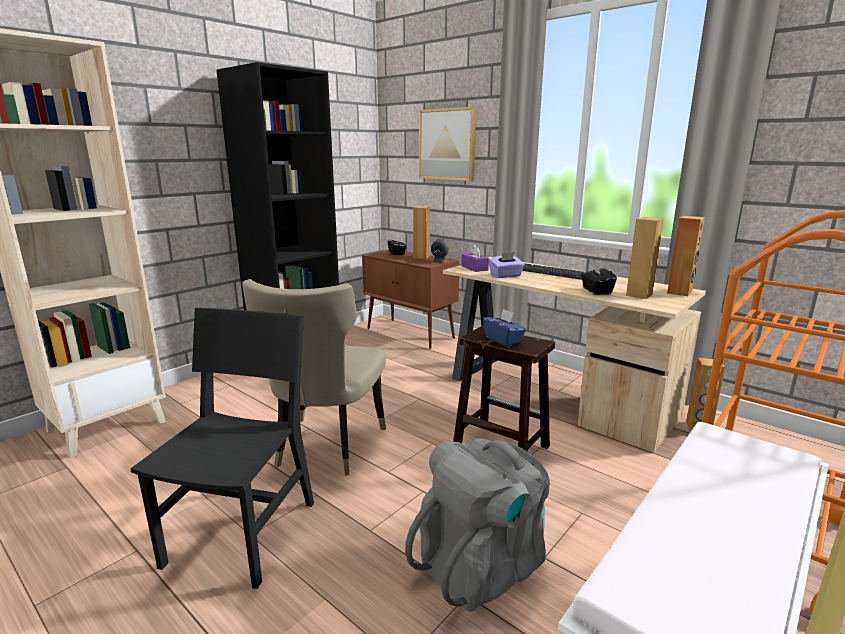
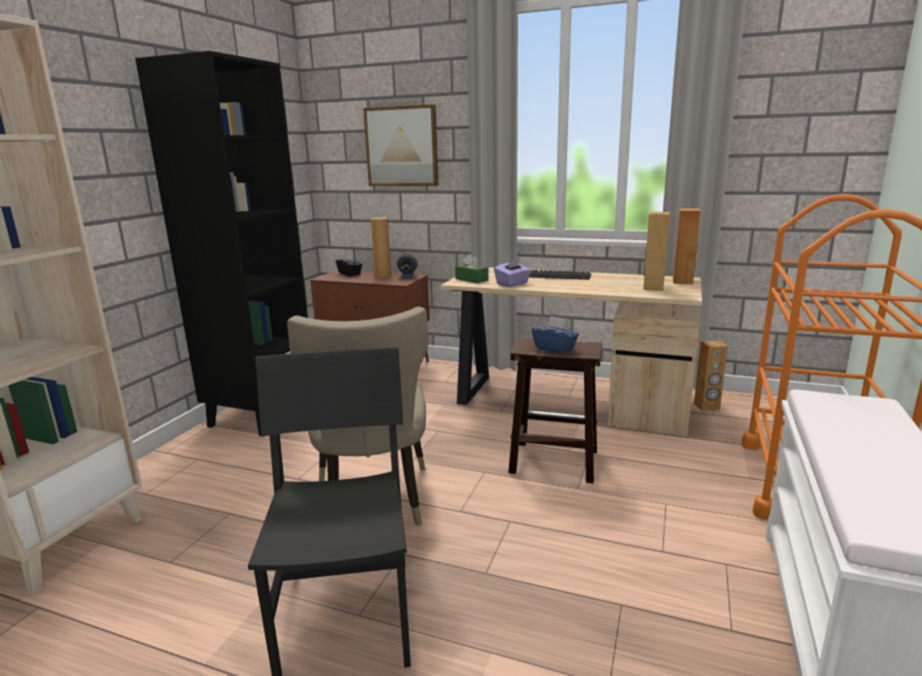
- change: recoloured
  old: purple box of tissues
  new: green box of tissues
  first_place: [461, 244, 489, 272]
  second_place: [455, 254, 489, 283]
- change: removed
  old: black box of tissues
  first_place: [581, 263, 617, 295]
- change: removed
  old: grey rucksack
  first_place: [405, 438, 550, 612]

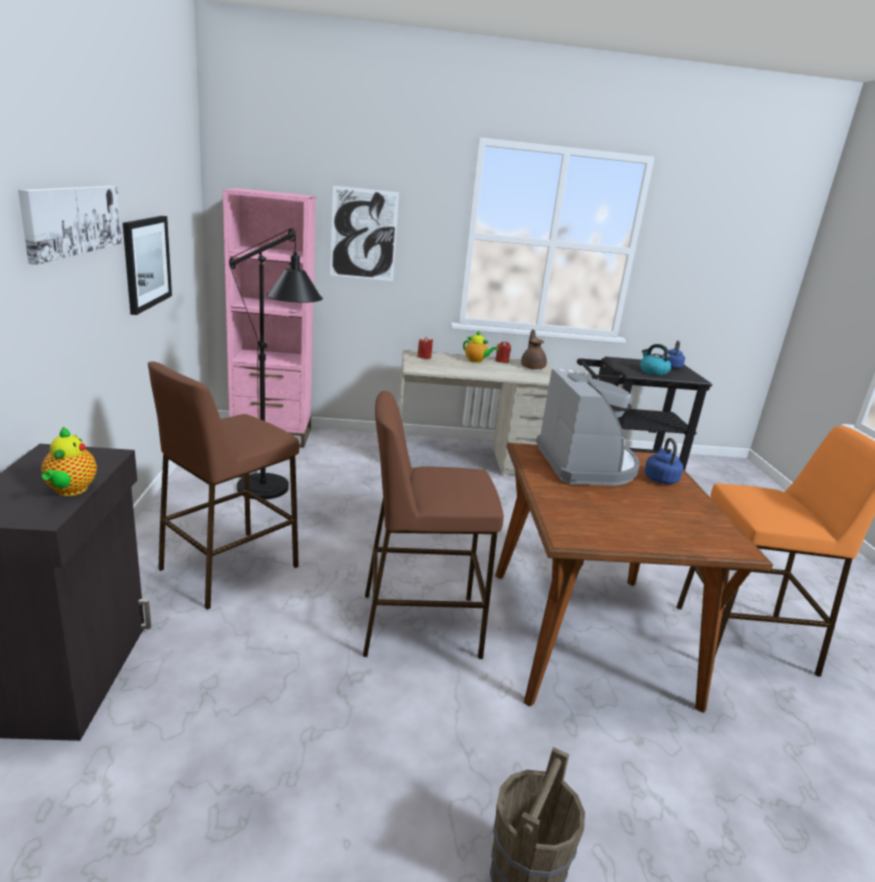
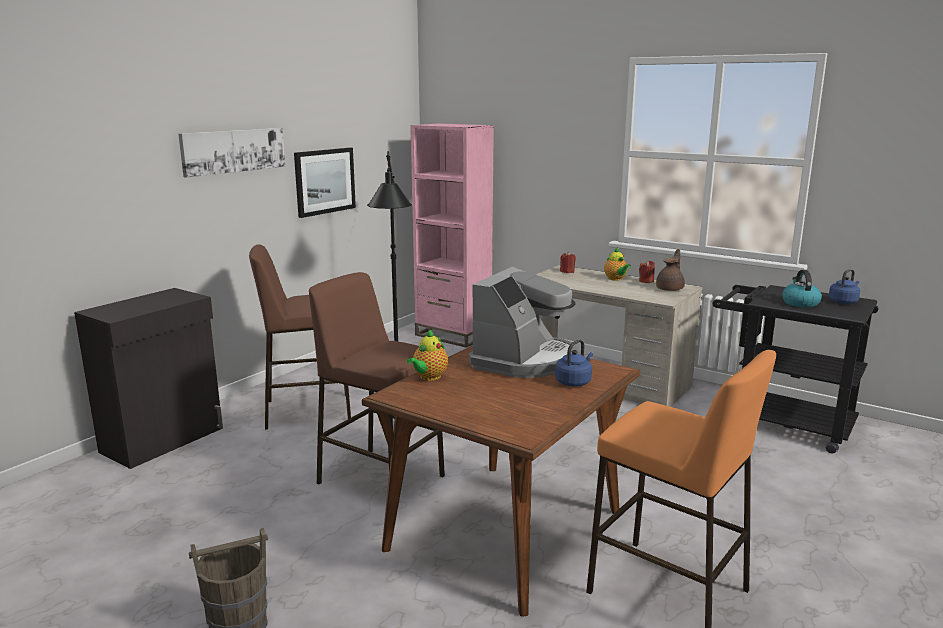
- change: removed
  old: wall art
  first_place: [330, 186, 399, 281]
- change: moved
  old: teapot
  first_place: [41, 427, 97, 496]
  second_place: [407, 330, 448, 381]

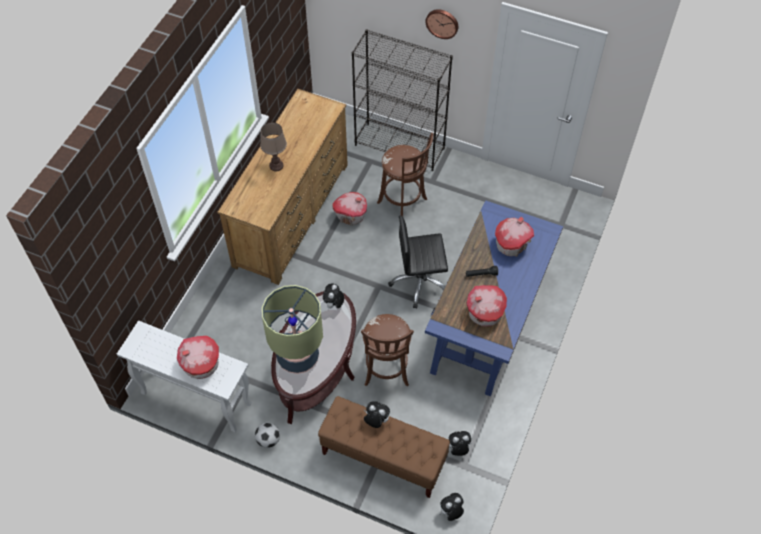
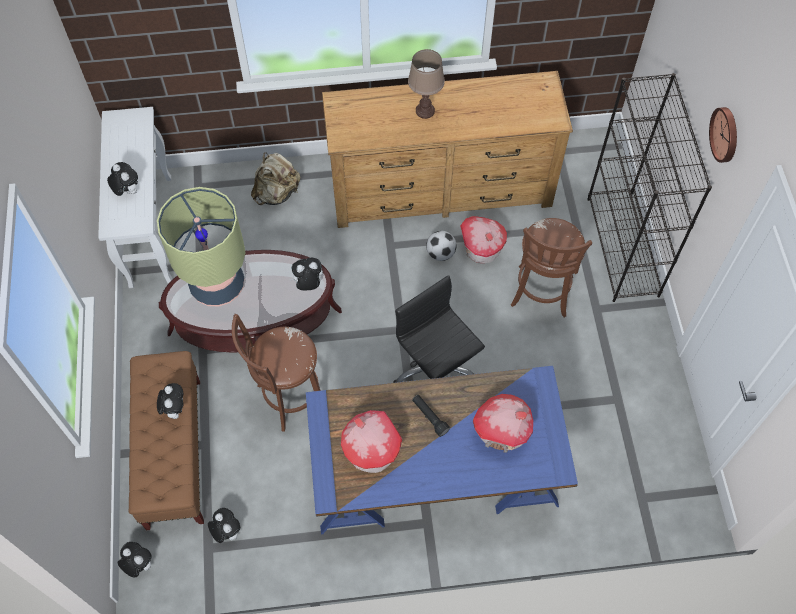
- change: replaced
  old: miniature house
  new: soft toy
  first_place: [177, 336, 219, 379]
  second_place: [107, 162, 138, 196]
- change: moved
  old: football
  first_place: [255, 422, 280, 448]
  second_place: [426, 231, 456, 261]
- change: added
  new: sand-coloured rucksack
  second_place: [251, 152, 300, 205]

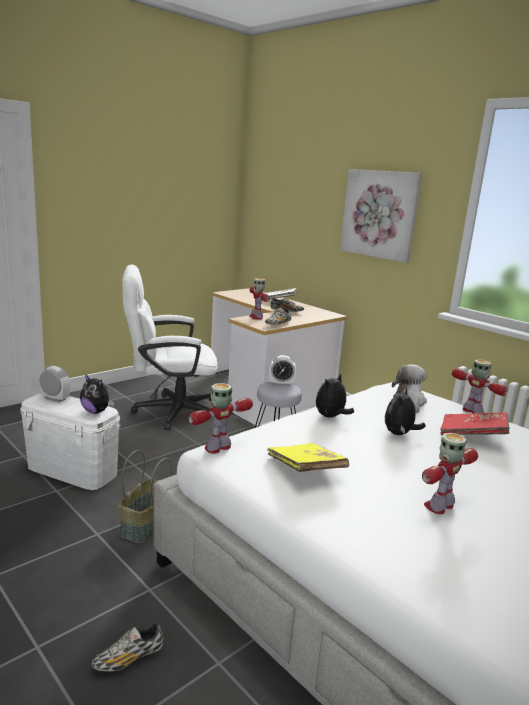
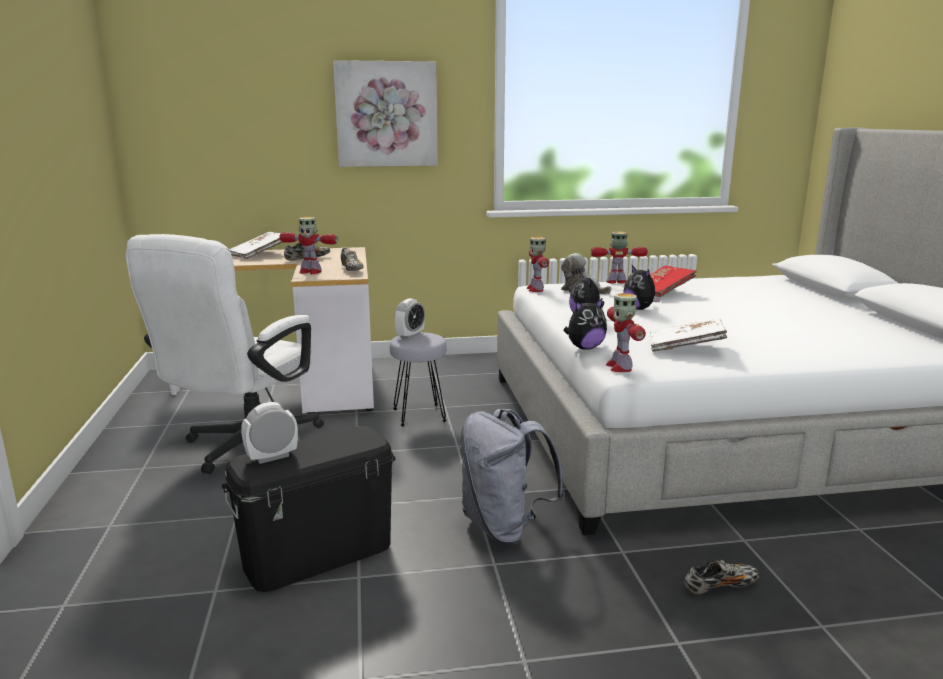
- change: moved
  old: soft toy
  first_place: [80, 374, 114, 414]
  second_place: [563, 298, 607, 350]
- change: recoloured
  old: whitish storage container
  new: black storage container
  first_place: [20, 393, 121, 490]
  second_place: [222, 426, 396, 592]
- change: moved
  old: robot figure
  first_place: [422, 433, 478, 514]
  second_place: [526, 237, 549, 292]
- change: recoloured
  old: yellowish book
  new: whitish book
  first_place: [267, 443, 349, 472]
  second_place: [650, 318, 727, 352]
- change: replaced
  old: basket
  new: grey rucksack
  first_place: [118, 450, 172, 543]
  second_place: [460, 409, 565, 545]
- change: turned
  old: low shoe
  first_place: [91, 622, 164, 672]
  second_place: [684, 560, 759, 594]
  degrees: -105

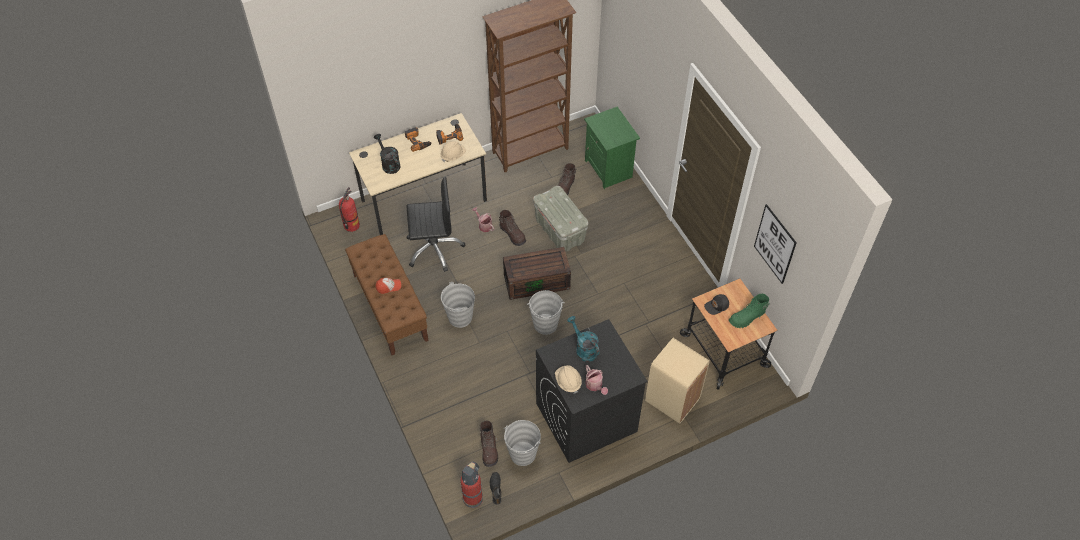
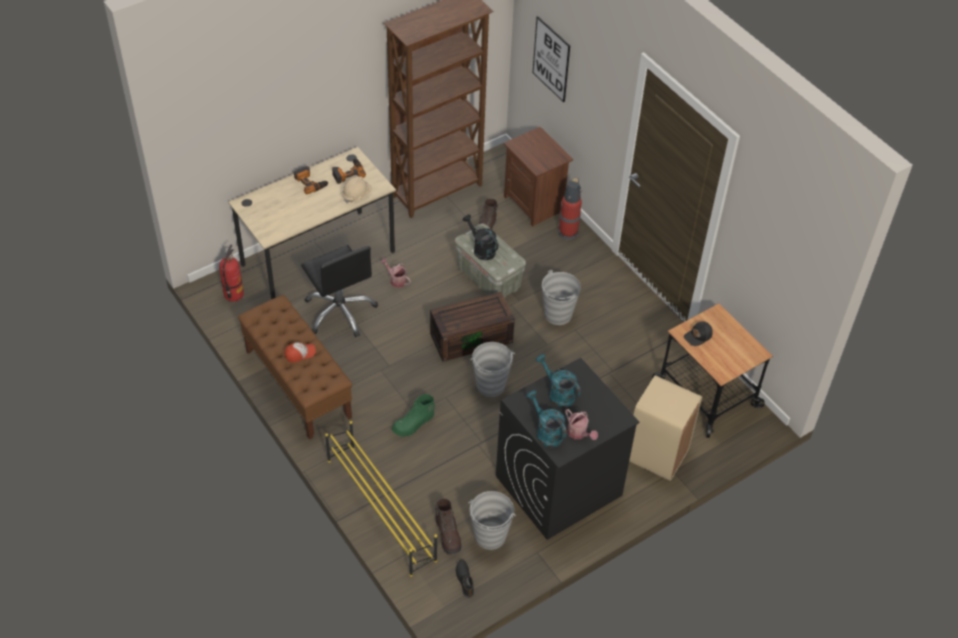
- change: recoloured
  old: green bedside table
  new: brownish bedside table
  first_place: [584, 107, 640, 189]
  second_place: [504, 127, 573, 227]
- change: moved
  old: black sprinkling can
  first_place: [374, 134, 401, 174]
  second_place: [463, 214, 499, 260]
- change: turned
  old: black computer chair
  first_place: [406, 177, 465, 272]
  second_place: [301, 245, 378, 337]
  degrees: 75
- change: moved
  old: wall art
  first_place: [754, 204, 796, 284]
  second_place: [533, 16, 570, 102]
- change: removed
  old: brownish boot
  first_place: [499, 210, 526, 246]
- change: moved
  old: grey pail
  first_place: [441, 282, 475, 328]
  second_place: [542, 270, 581, 325]
- change: moved
  old: green boot
  first_place: [729, 294, 769, 328]
  second_place: [392, 394, 435, 437]
- change: replaced
  old: sand-coloured hard hat
  new: blue-green sprinkling can
  first_place: [555, 365, 582, 394]
  second_place: [526, 390, 567, 447]
- change: moved
  old: extinguisher
  first_place: [460, 461, 483, 508]
  second_place: [558, 178, 583, 240]
- change: added
  new: yellowish shoe rack
  second_place: [325, 421, 437, 577]

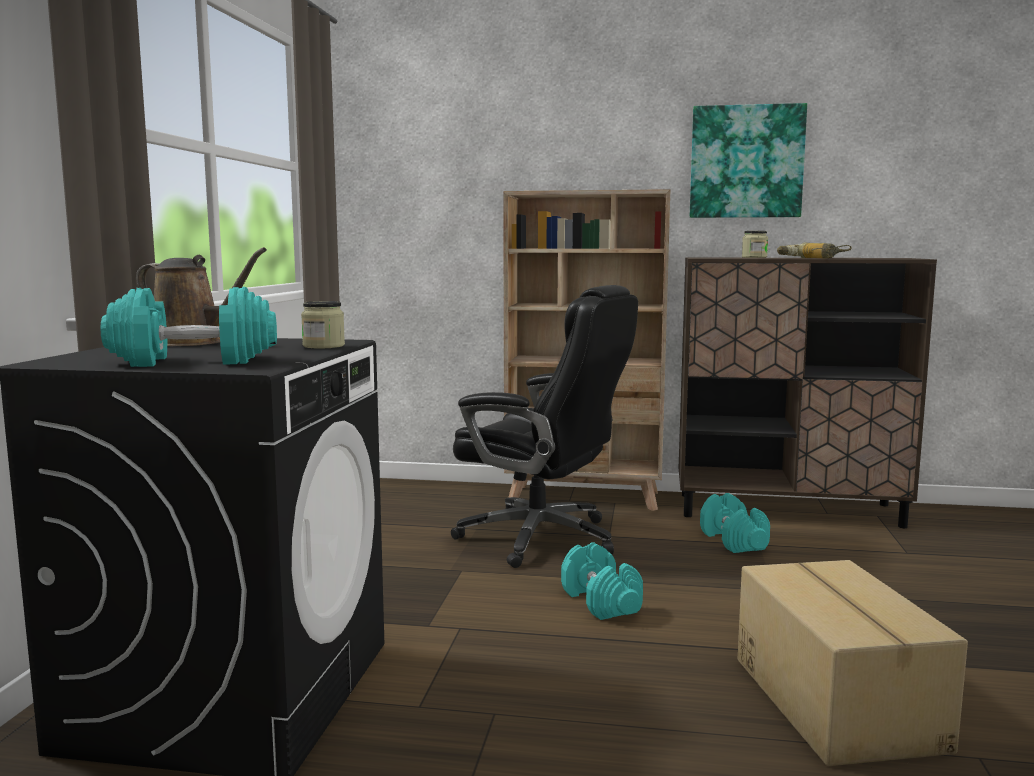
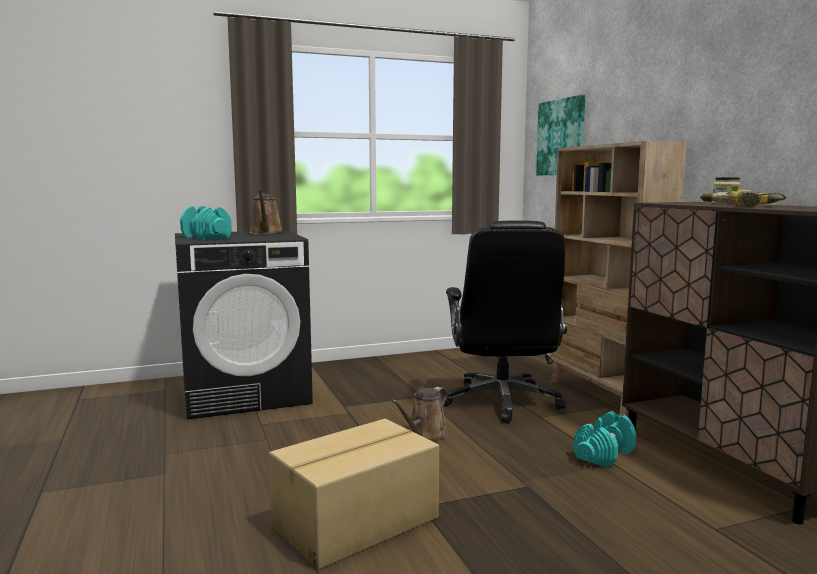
- change: moved
  old: wall art
  first_place: [690, 103, 807, 218]
  second_place: [536, 95, 585, 175]
- change: removed
  old: jar
  first_place: [301, 301, 345, 348]
- change: replaced
  old: blue-green hand weight
  new: brownish sprinkling can
  first_place: [561, 543, 643, 620]
  second_place: [391, 387, 448, 441]

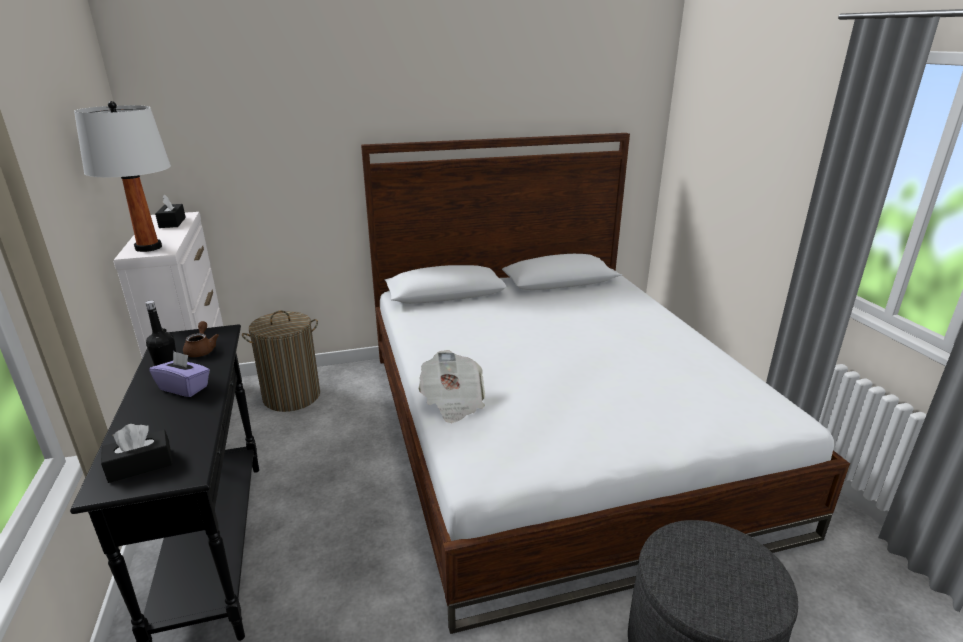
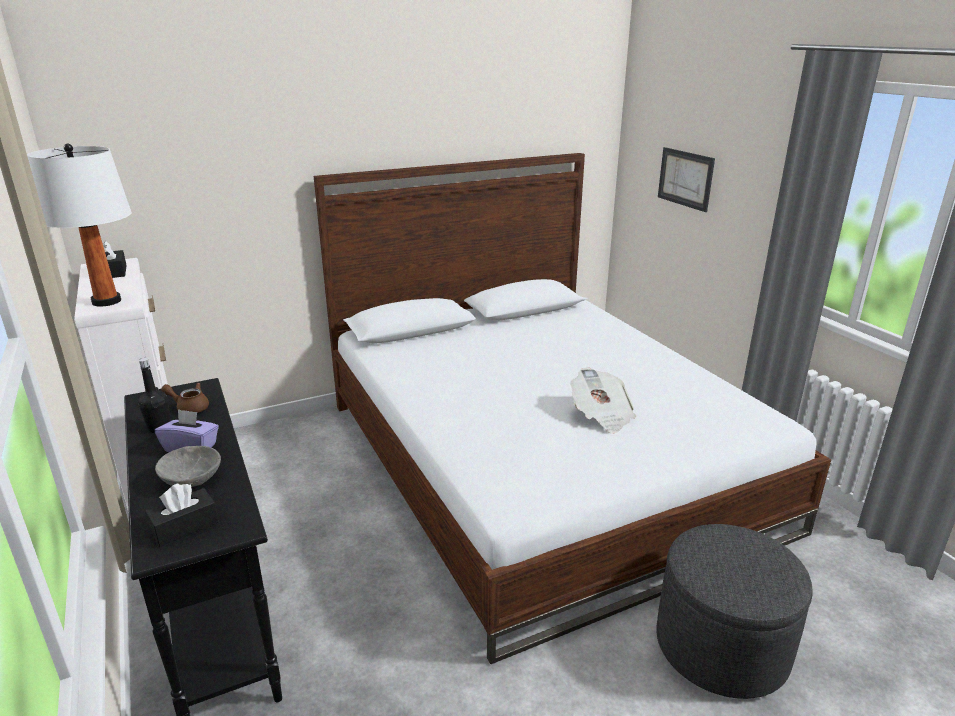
- change: removed
  old: hamper
  first_place: [242, 310, 320, 412]
- change: turned
  old: brownish teapot
  first_place: [183, 321, 219, 357]
  second_place: [161, 383, 209, 413]
  degrees: -60
- change: moved
  old: printed paper
  first_place: [418, 350, 485, 423]
  second_place: [570, 367, 636, 434]
- change: added
  new: wall art
  second_place: [658, 147, 715, 212]
- change: added
  new: grey deep dish
  second_place: [155, 446, 221, 487]

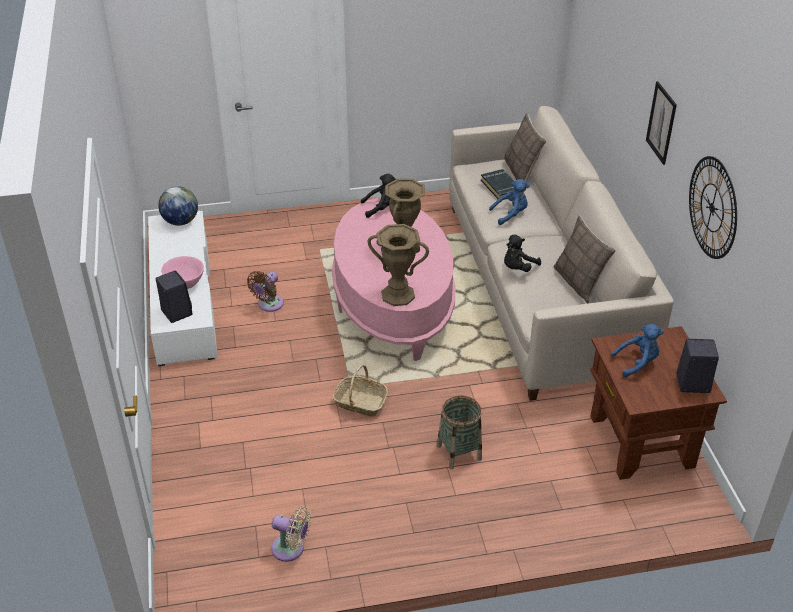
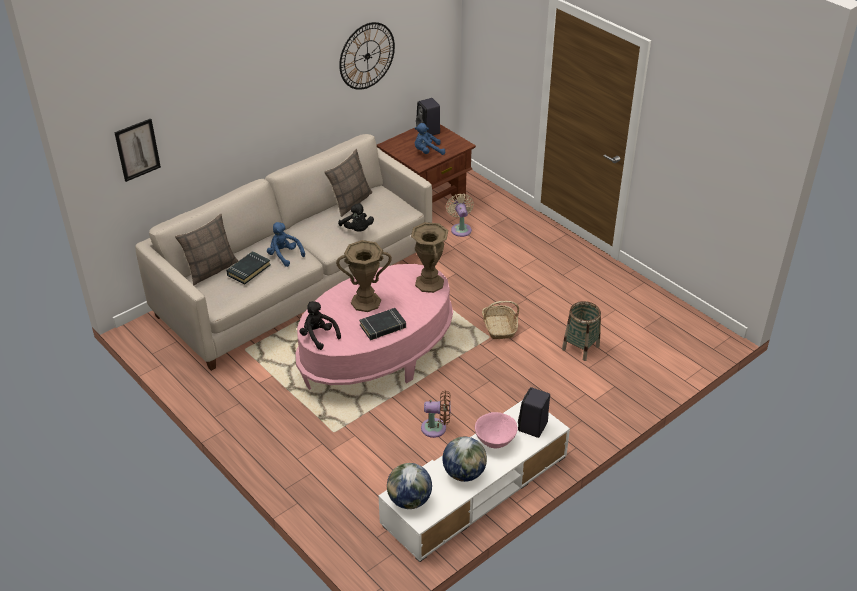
- change: moved
  old: wall art
  first_place: [646, 81, 677, 165]
  second_place: [114, 118, 161, 182]
- change: turned
  old: black soft toy
  first_place: [504, 235, 541, 272]
  second_place: [338, 203, 374, 232]
  degrees: 45
- change: turned
  old: bluish soft toy
  first_place: [611, 324, 664, 377]
  second_place: [414, 123, 445, 155]
  degrees: -60
- change: moved
  old: basket
  first_place: [437, 396, 482, 469]
  second_place: [562, 301, 601, 361]
- change: moved
  old: sand-coloured electric fan
  first_place: [271, 506, 311, 562]
  second_place: [446, 193, 474, 237]
- change: added
  new: black book
  second_place: [359, 308, 406, 340]
- change: added
  new: desk globe
  second_place: [442, 437, 487, 482]

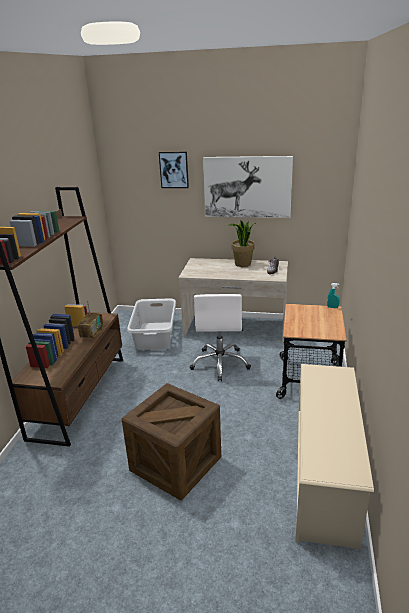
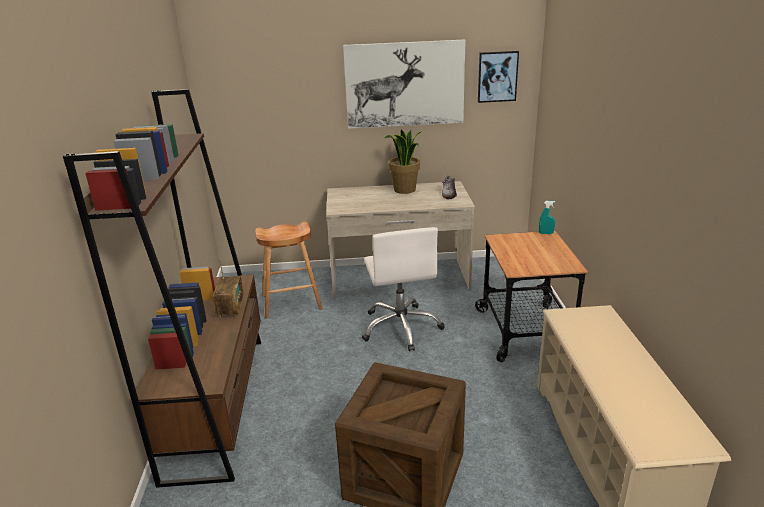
- change: moved
  old: wall art
  first_place: [159, 152, 189, 188]
  second_place: [478, 51, 519, 103]
- change: replaced
  old: grey hamper
  new: brownish stool seat
  first_place: [127, 298, 176, 350]
  second_place: [255, 222, 323, 319]

